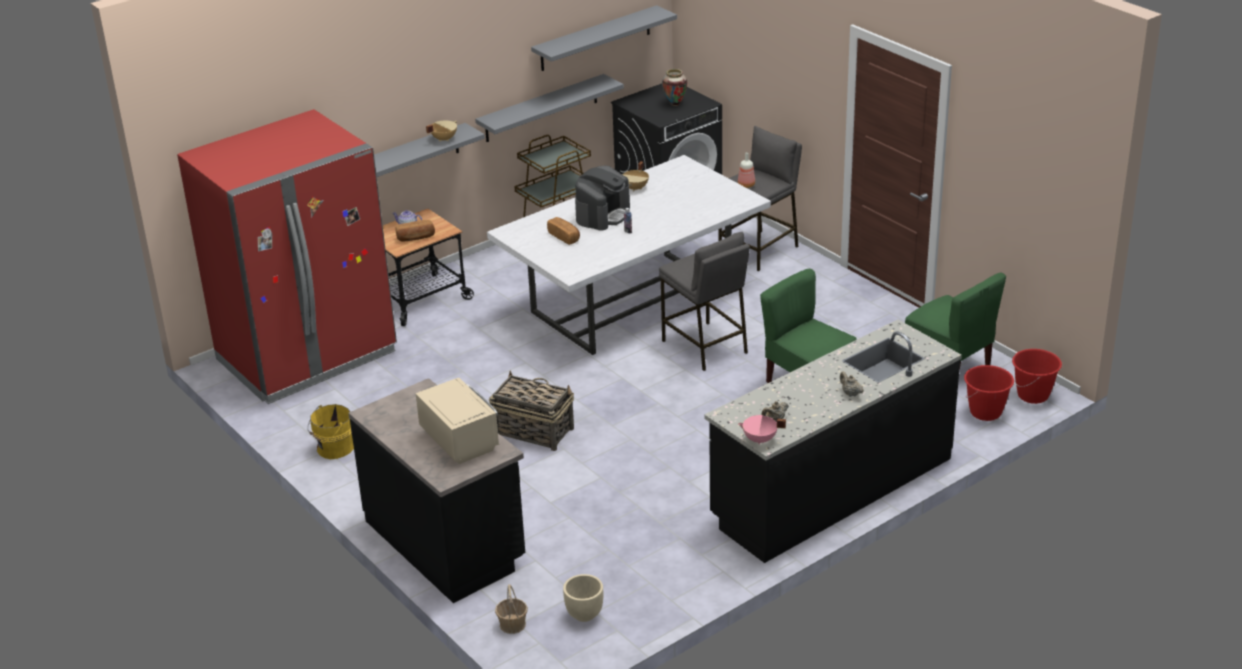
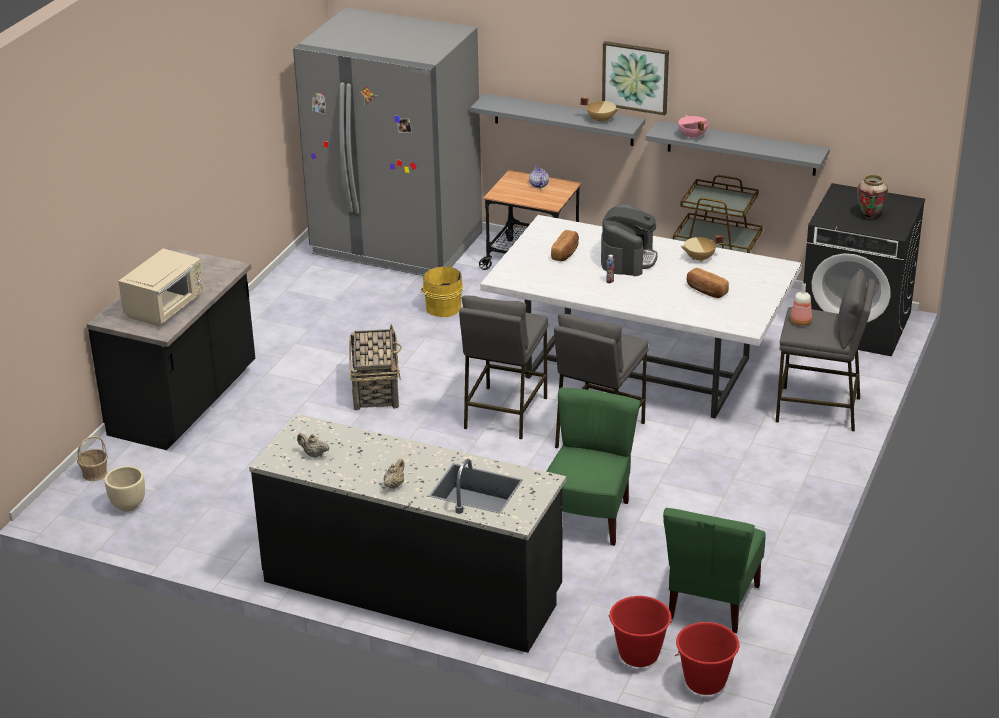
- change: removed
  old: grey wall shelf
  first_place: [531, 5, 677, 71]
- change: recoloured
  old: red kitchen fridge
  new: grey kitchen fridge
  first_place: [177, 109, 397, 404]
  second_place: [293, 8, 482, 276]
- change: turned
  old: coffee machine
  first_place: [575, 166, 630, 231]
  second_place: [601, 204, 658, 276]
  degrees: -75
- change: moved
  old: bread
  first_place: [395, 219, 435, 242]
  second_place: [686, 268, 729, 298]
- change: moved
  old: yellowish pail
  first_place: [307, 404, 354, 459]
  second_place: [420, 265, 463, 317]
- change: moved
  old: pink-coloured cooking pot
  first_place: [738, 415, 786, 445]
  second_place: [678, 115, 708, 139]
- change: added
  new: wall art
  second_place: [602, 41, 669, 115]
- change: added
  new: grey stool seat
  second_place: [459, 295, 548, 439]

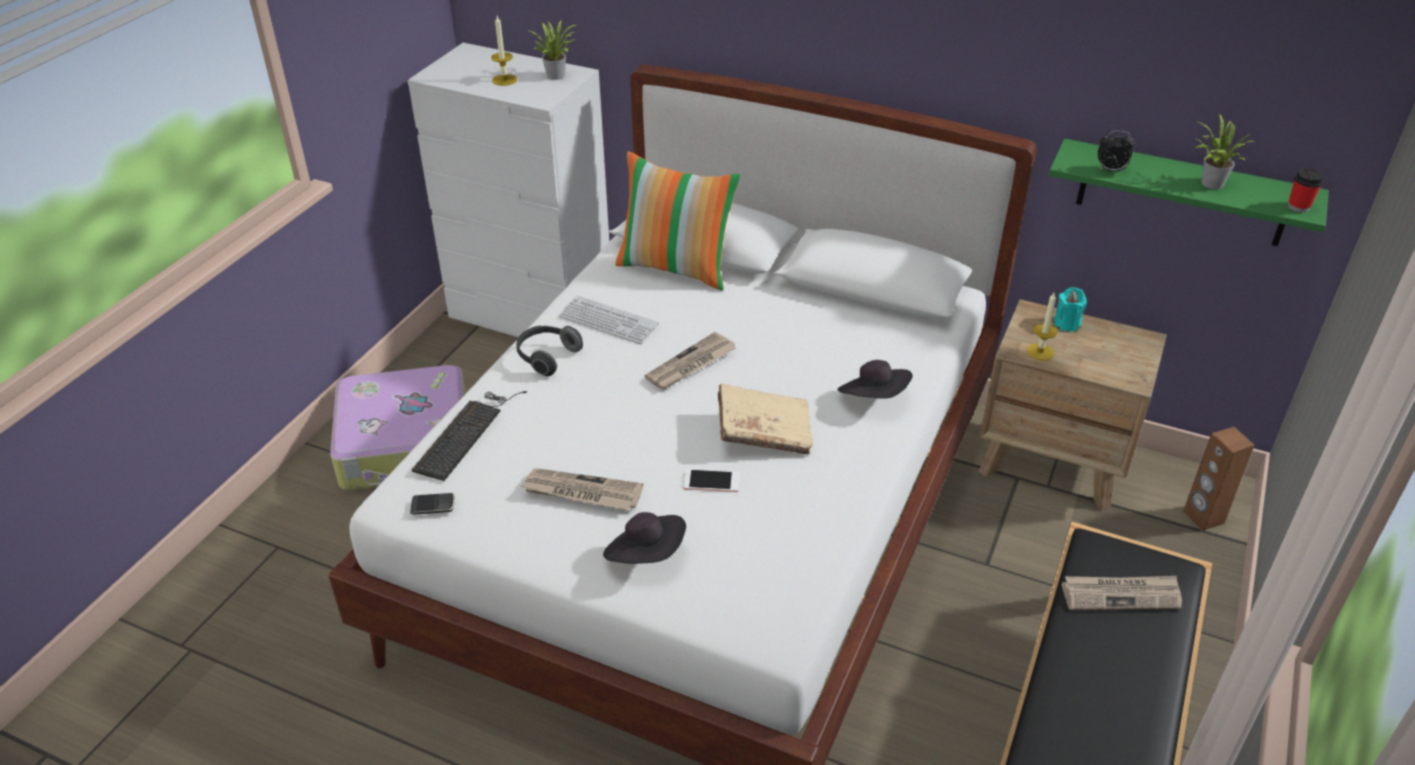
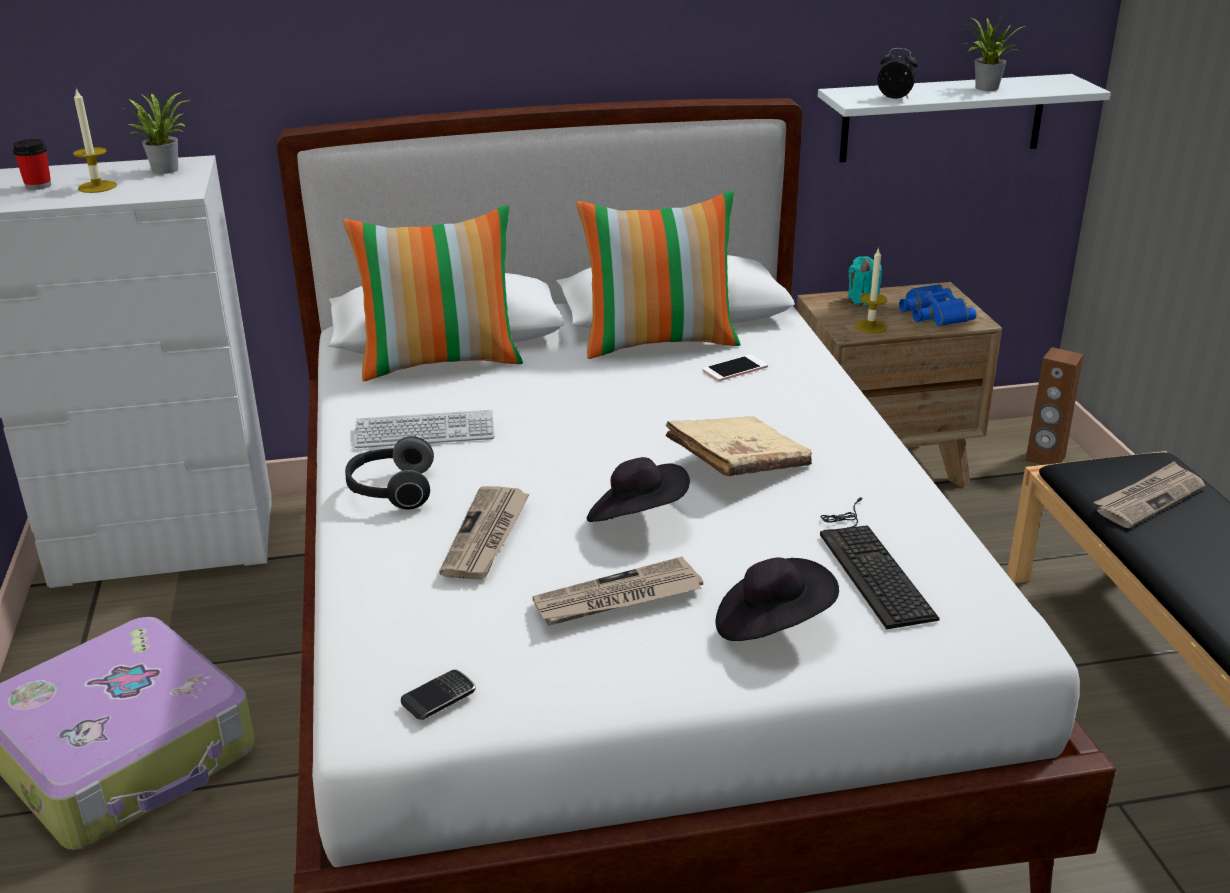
- change: turned
  old: table clock
  first_place: [1098, 130, 1135, 173]
  second_place: [878, 48, 918, 99]
  degrees: -135
- change: recoloured
  old: green wall shelf
  new: whitish wall shelf
  first_place: [1049, 139, 1329, 246]
  second_place: [818, 74, 1111, 162]
- change: moved
  old: small cup
  first_place: [1288, 168, 1324, 212]
  second_place: [13, 139, 51, 190]
- change: moved
  old: printed paper
  first_place: [644, 332, 736, 390]
  second_place: [439, 486, 530, 579]
- change: moved
  old: black wearable hat
  first_place: [838, 360, 913, 399]
  second_place: [587, 457, 690, 522]
- change: moved
  old: keyboard
  first_place: [412, 391, 527, 481]
  second_place: [820, 497, 940, 629]
- change: moved
  old: phone
  first_place: [683, 469, 740, 492]
  second_place: [702, 354, 768, 381]
- change: added
  new: pillow
  second_place: [576, 190, 741, 359]
- change: added
  new: bluish binoculars
  second_place: [899, 284, 976, 326]

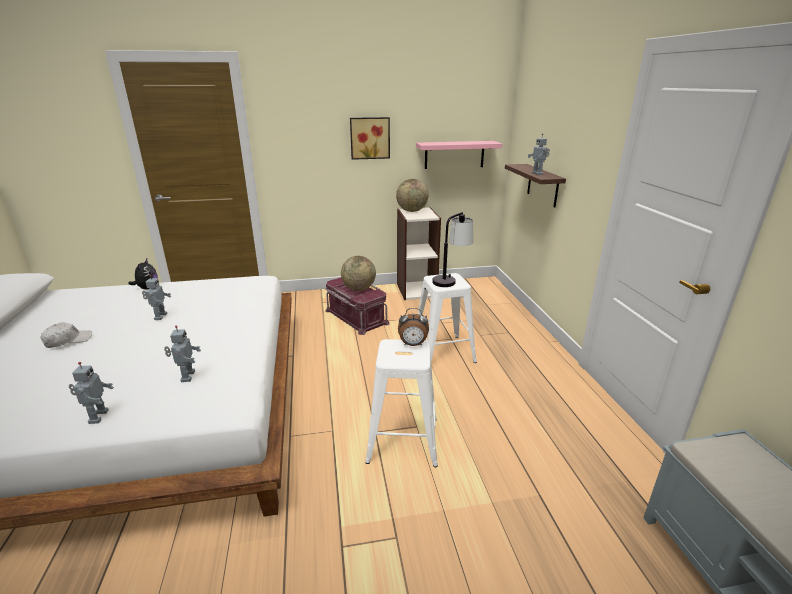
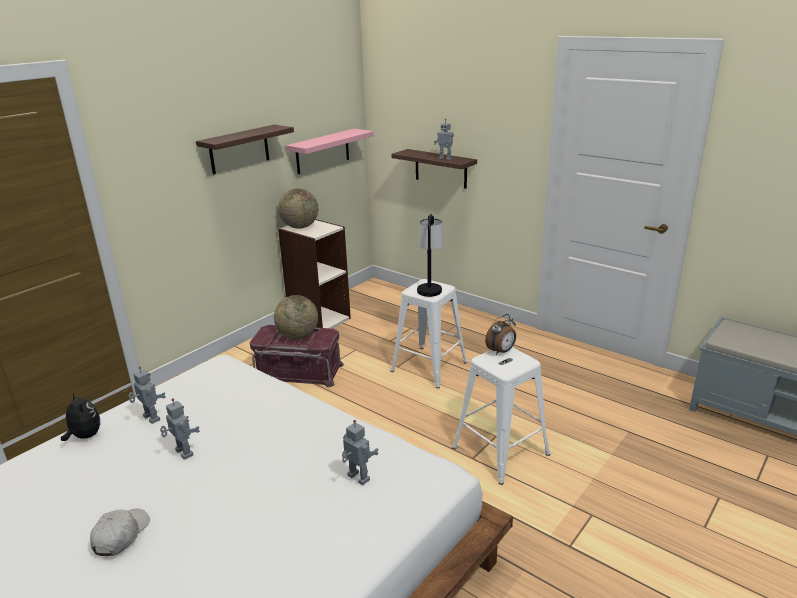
- change: replaced
  old: wall art
  new: wall shelf
  first_place: [350, 117, 390, 160]
  second_place: [196, 125, 294, 174]
- change: moved
  old: robot figure
  first_place: [69, 362, 114, 424]
  second_place: [129, 366, 166, 424]

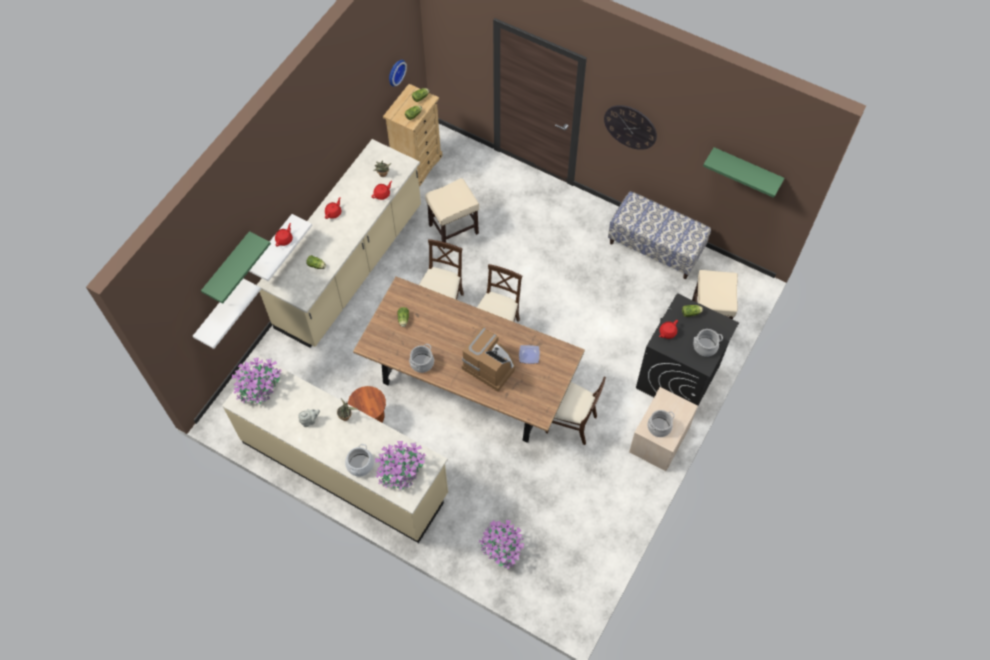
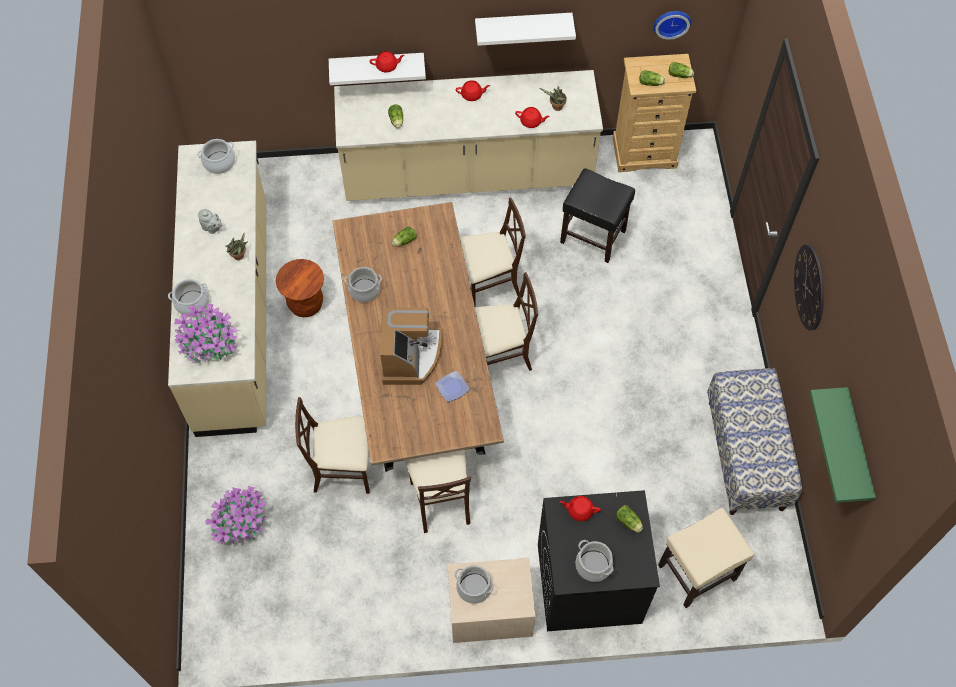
- change: recoloured
  old: sand-coloured stool seat
  new: black stool seat
  first_place: [425, 178, 479, 249]
  second_place: [560, 168, 635, 263]
- change: removed
  old: green wall shelf
  first_place: [201, 231, 271, 304]
- change: moved
  old: whitish wall shelf
  first_place: [193, 278, 261, 349]
  second_place: [475, 13, 576, 46]
- change: replaced
  old: potted plant
  new: cooking pot
  first_place: [232, 358, 281, 404]
  second_place: [197, 139, 235, 174]
- change: added
  new: sand-coloured upright chair
  second_place: [295, 397, 370, 494]

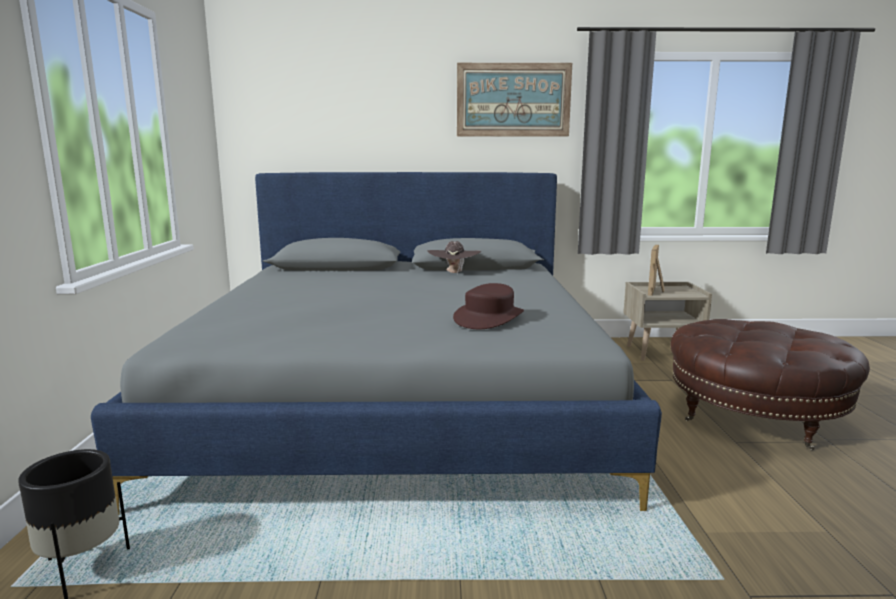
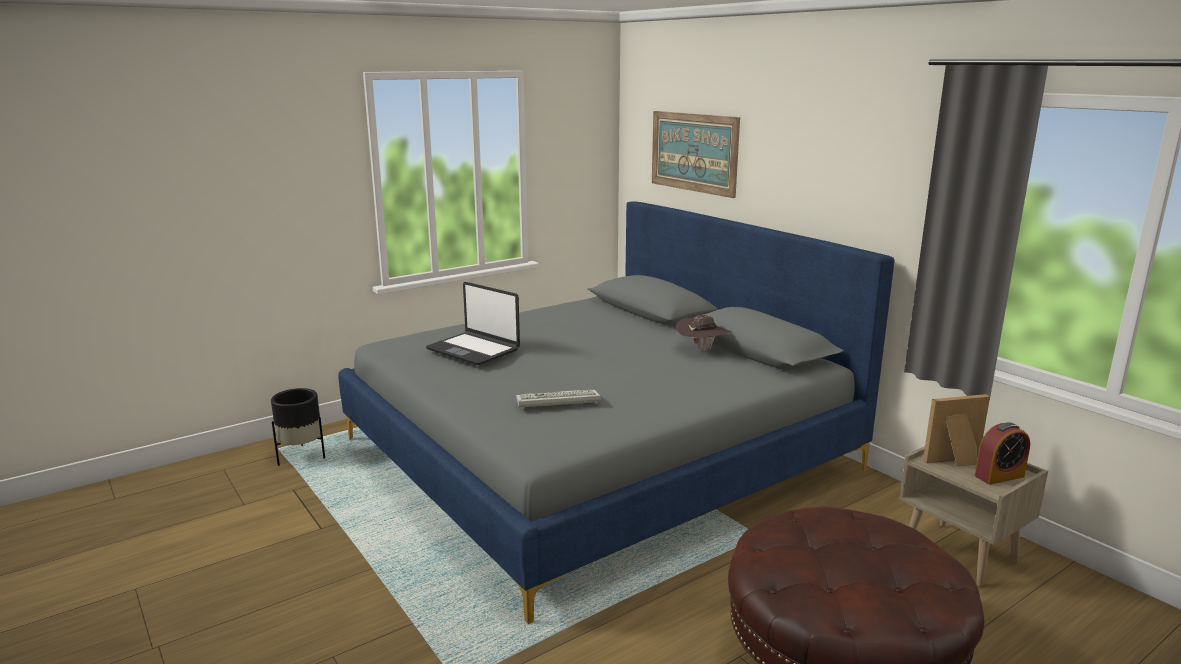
- change: moved
  old: wall art
  first_place: [457, 63, 572, 137]
  second_place: [652, 111, 740, 198]
- change: replaced
  old: brownish wearable hat
  new: keyboard
  first_place: [453, 283, 524, 329]
  second_place: [516, 390, 601, 409]
- change: added
  new: portable computer
  second_place: [426, 282, 520, 365]
- change: added
  new: table clock
  second_place: [975, 422, 1030, 485]

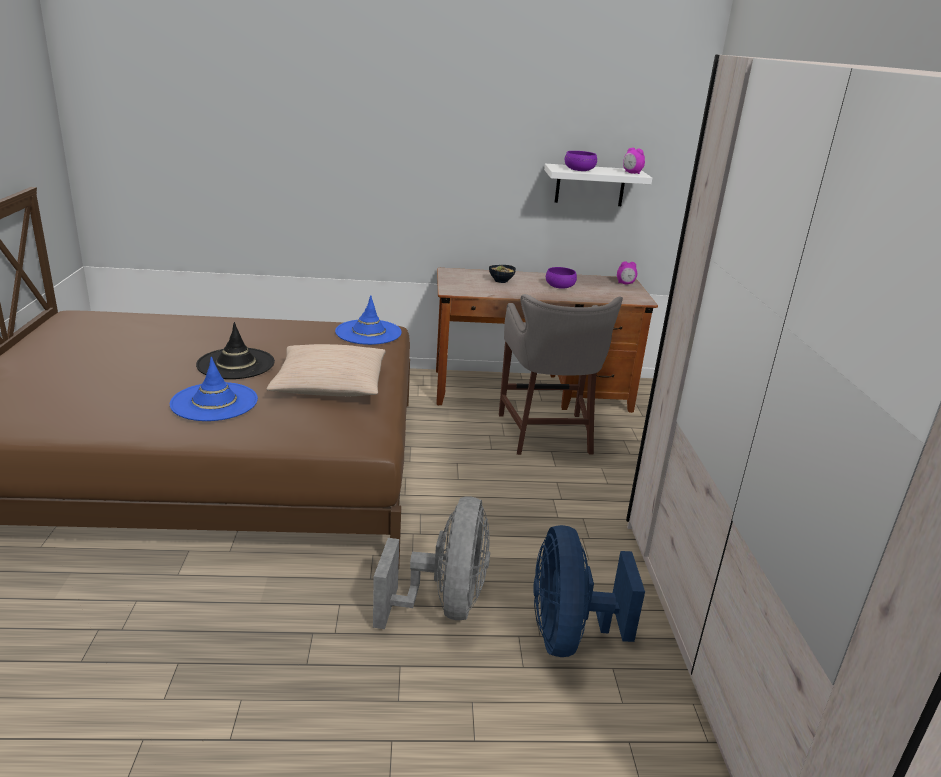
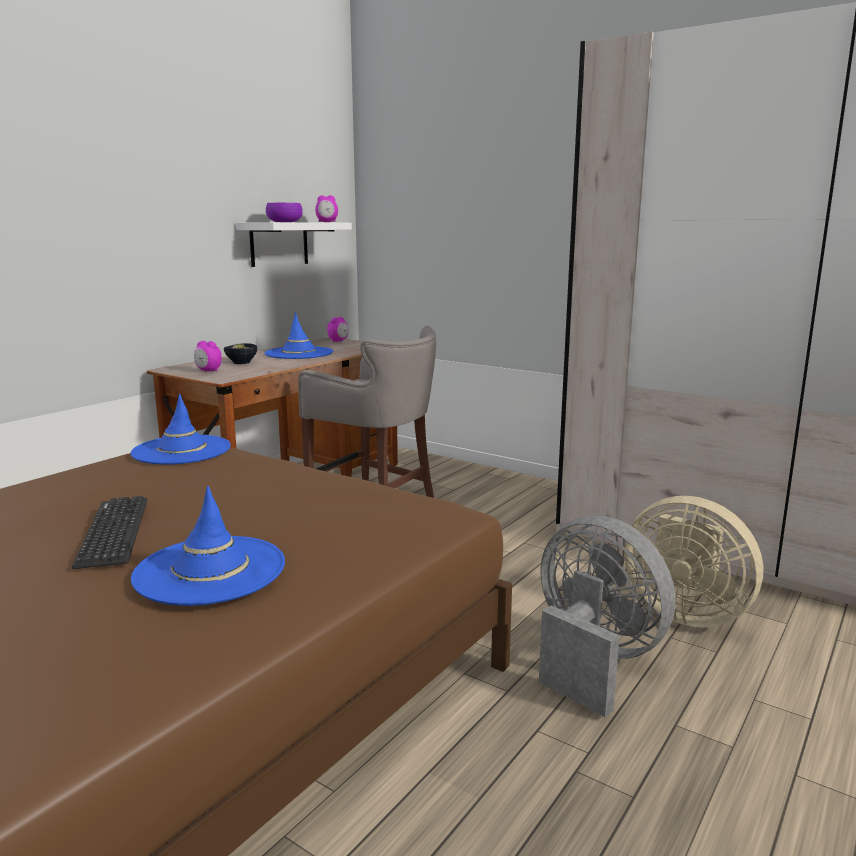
- change: replaced
  old: purple deep dish
  new: bluish wearable hat
  first_place: [546, 267, 577, 289]
  second_place: [265, 312, 333, 359]
- change: replaced
  old: black wearable hat
  new: keyboard
  first_place: [196, 322, 275, 379]
  second_place: [72, 496, 147, 569]
- change: removed
  old: sand-coloured pillow
  first_place: [266, 344, 386, 396]
- change: recoloured
  old: bluish electric fan
  new: sand-coloured electric fan
  first_place: [533, 525, 645, 657]
  second_place: [624, 496, 764, 628]
- change: added
  new: table clock
  second_place: [194, 341, 222, 372]

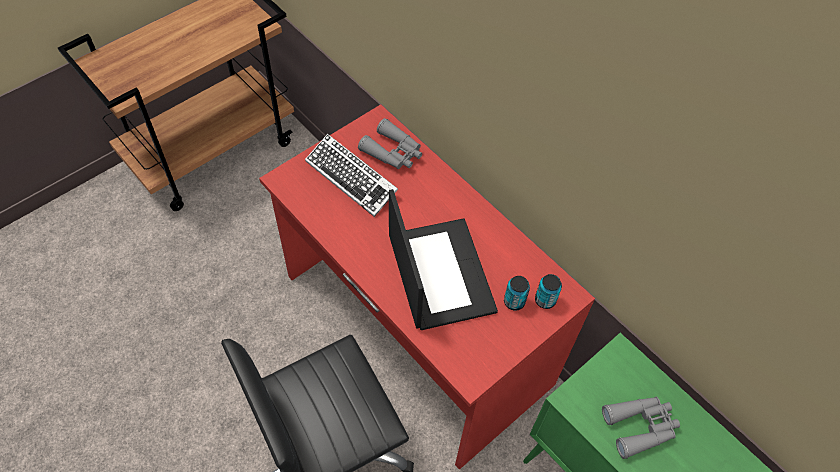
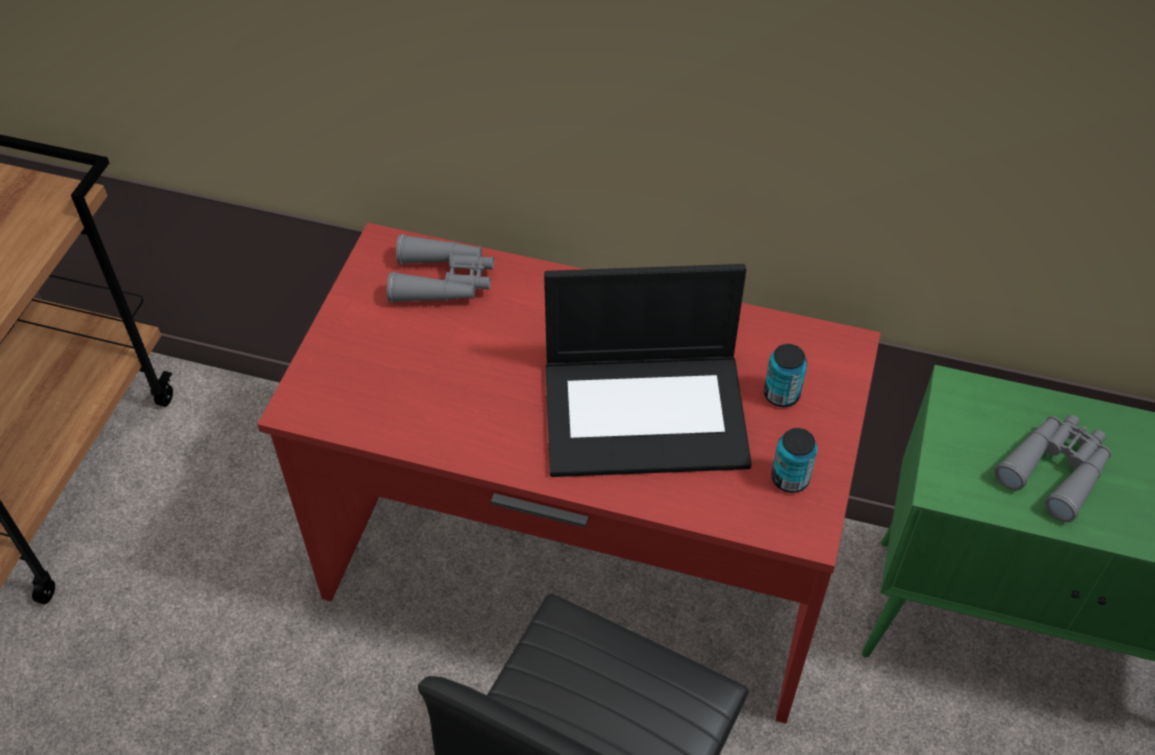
- change: removed
  old: keyboard
  first_place: [305, 134, 398, 217]
- change: turned
  old: portable computer
  first_place: [389, 189, 498, 330]
  second_place: [544, 264, 752, 477]
  degrees: 135
- change: moved
  old: sealed can
  first_place: [535, 274, 562, 309]
  second_place: [771, 428, 817, 493]

